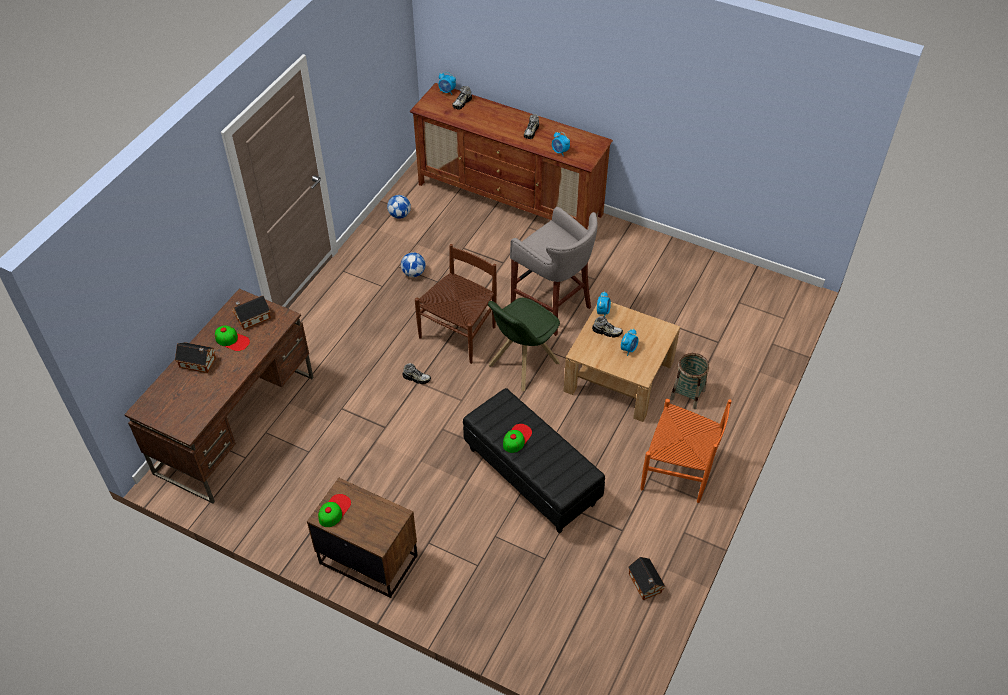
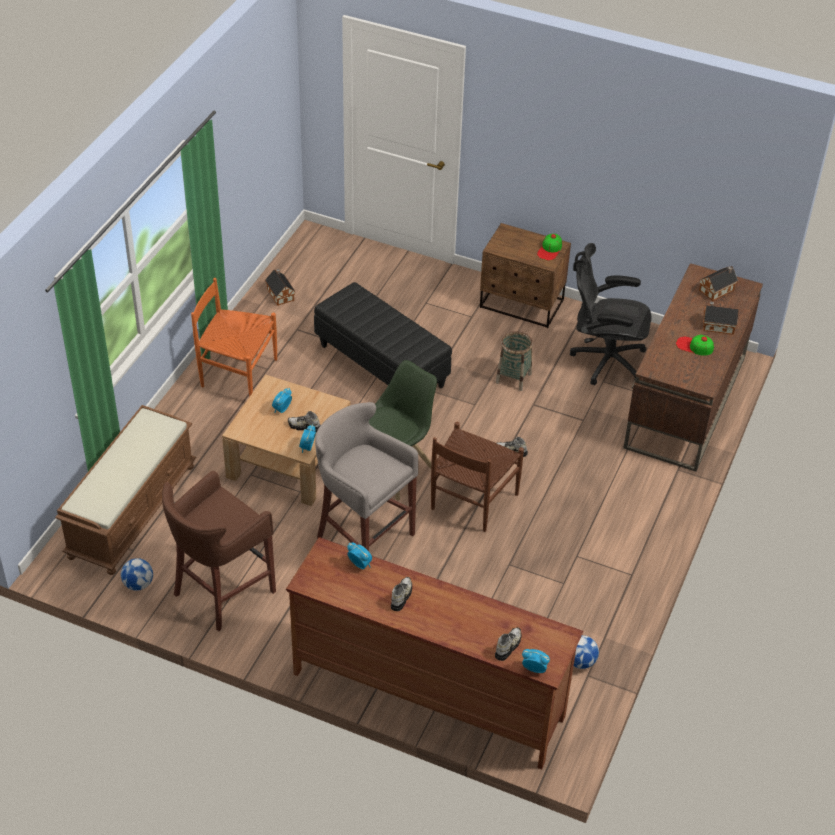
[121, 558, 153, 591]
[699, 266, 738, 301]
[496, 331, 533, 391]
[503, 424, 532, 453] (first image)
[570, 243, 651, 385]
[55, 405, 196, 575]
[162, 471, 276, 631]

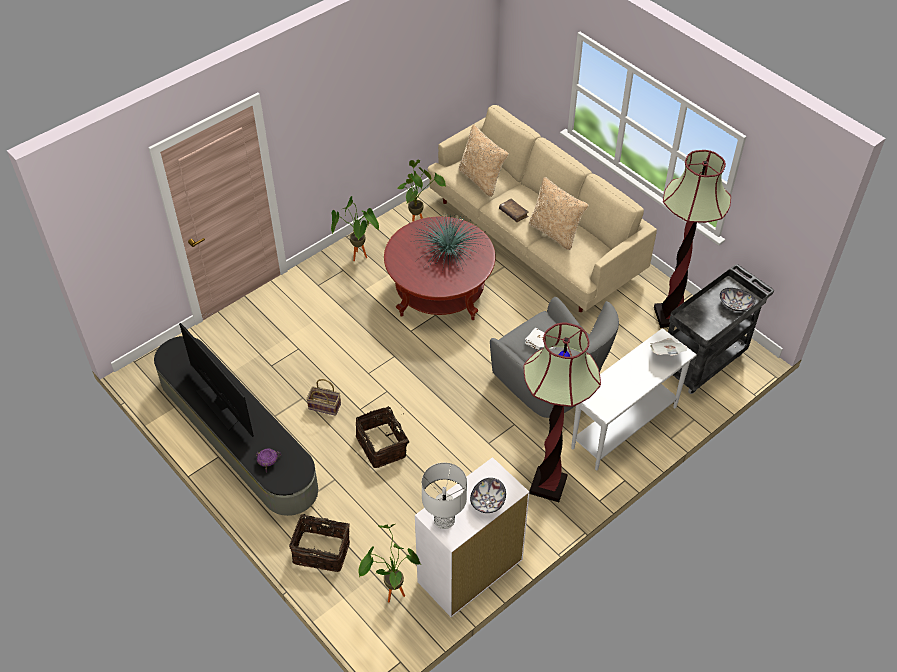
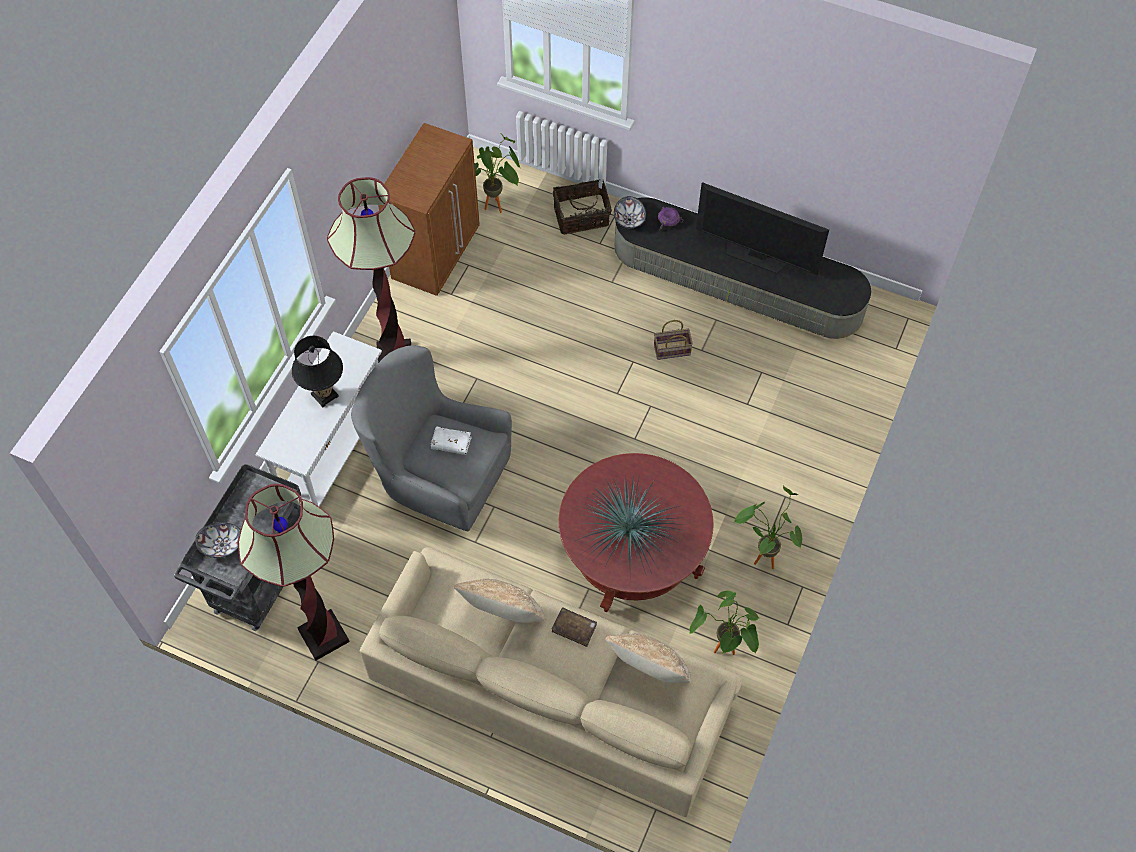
[650, 338, 687, 356] (first image)
[356, 406, 409, 468] (first image)
[378, 123, 480, 296]
[422, 463, 467, 529] (first image)
[614, 196, 647, 229]
[292, 336, 343, 408]

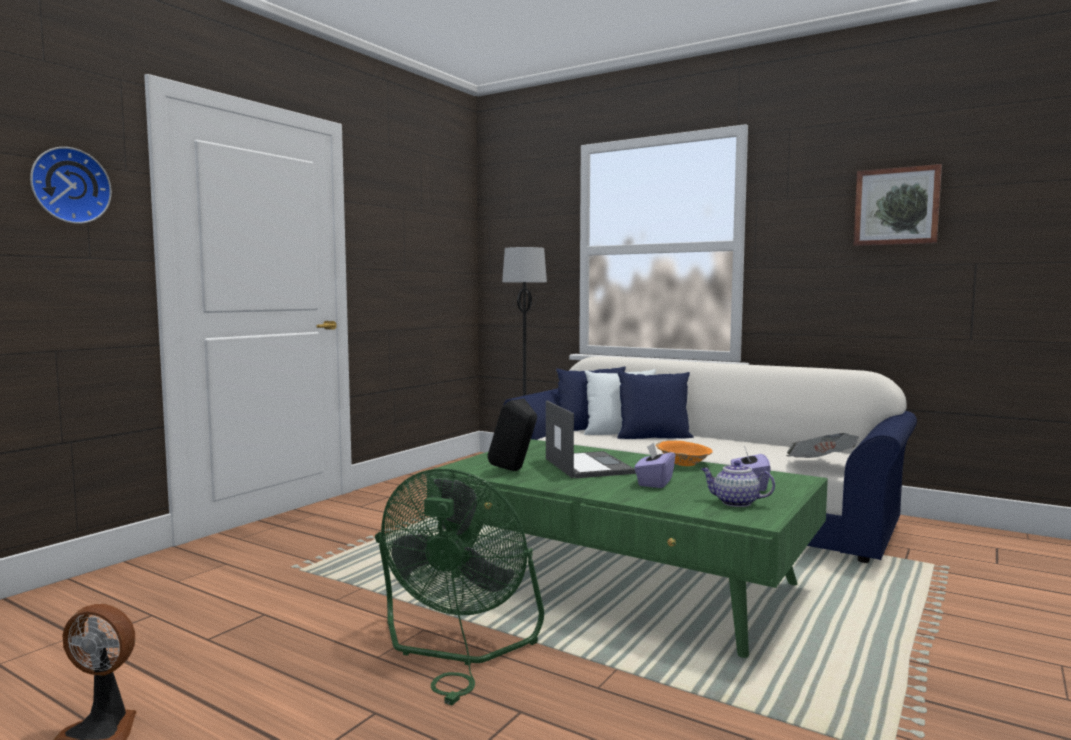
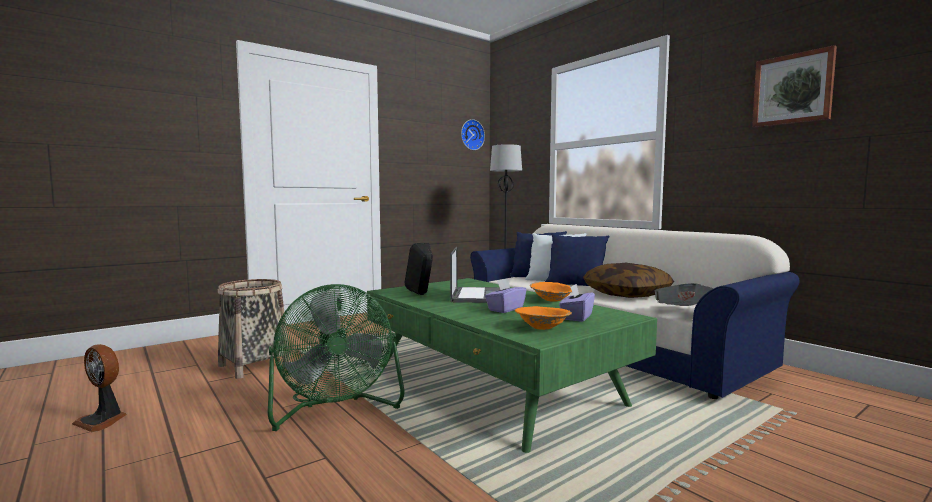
[461, 119, 485, 150]
[515, 306, 572, 330]
[268, 284, 404, 431]
[583, 263, 674, 298]
[217, 279, 290, 379]

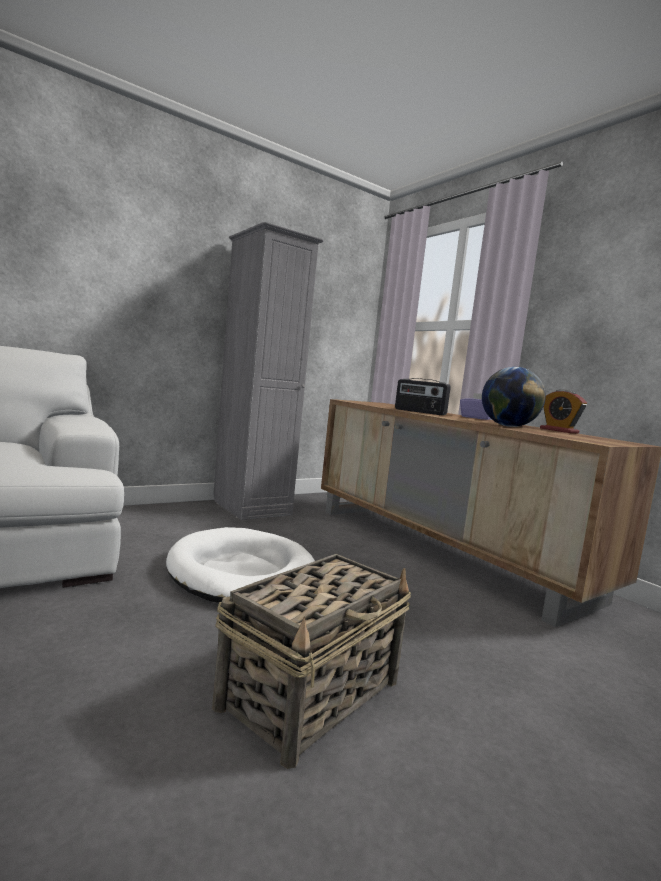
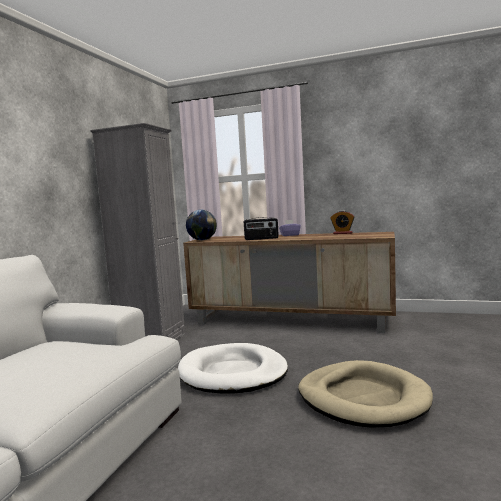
[186, 210, 217, 240]
[298, 360, 433, 428]

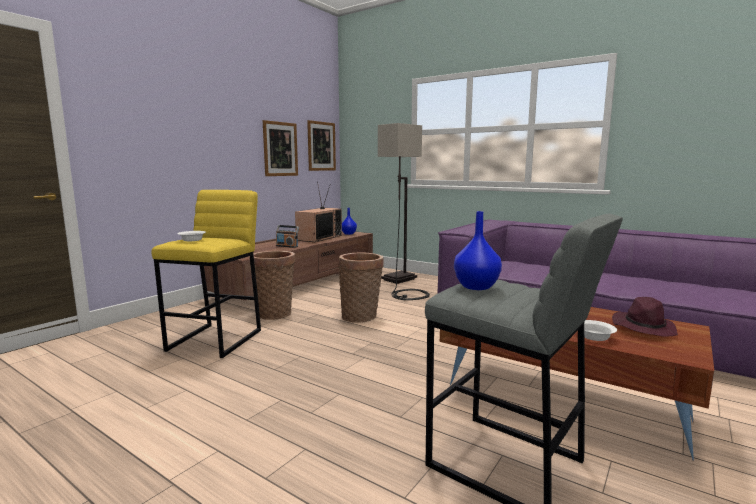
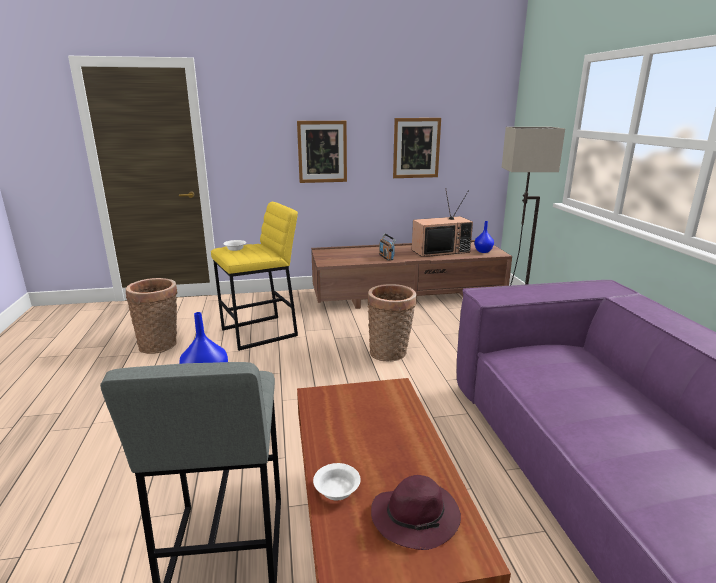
[297, 121, 347, 183]
[126, 278, 178, 354]

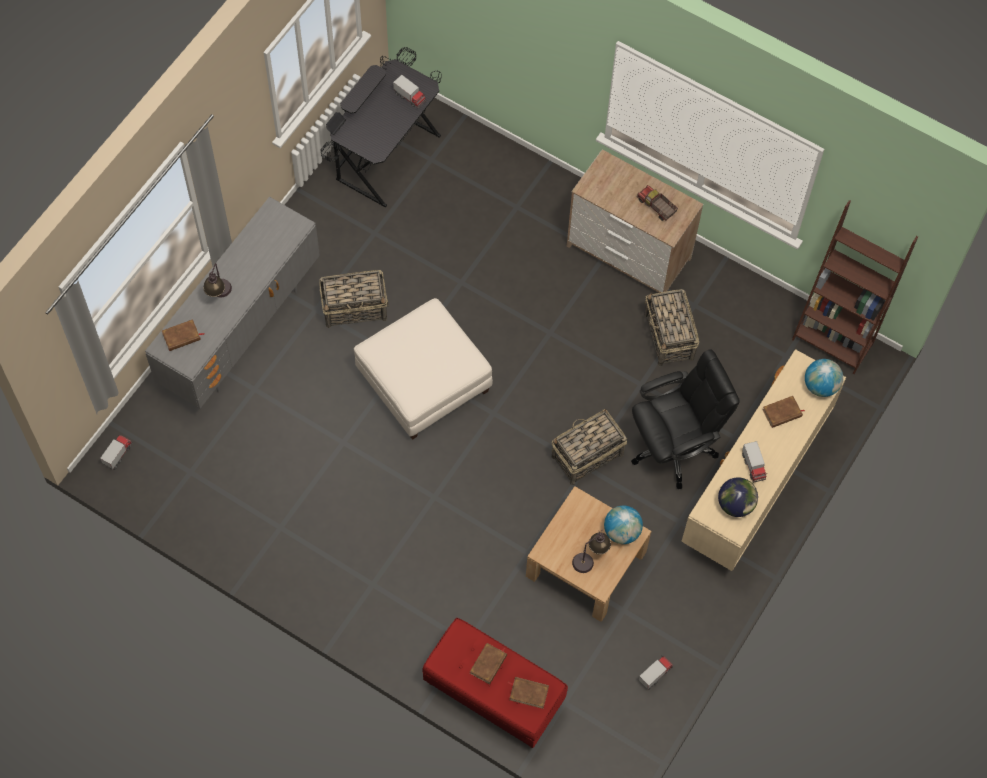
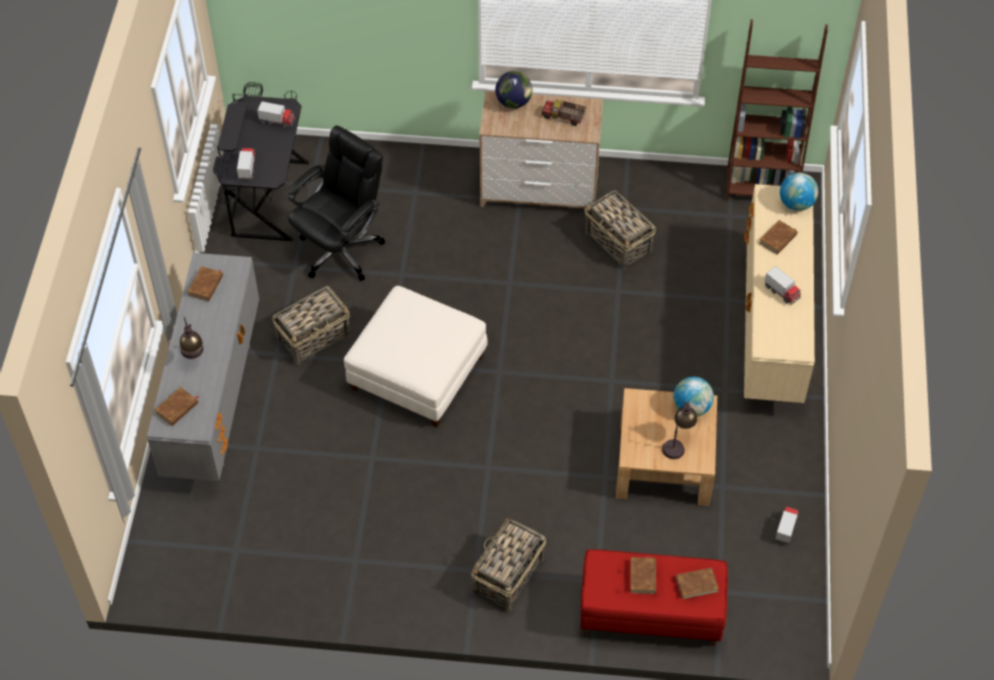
[288, 126, 385, 281]
[471, 517, 546, 612]
[237, 148, 256, 180]
[495, 71, 532, 109]
[187, 266, 223, 301]

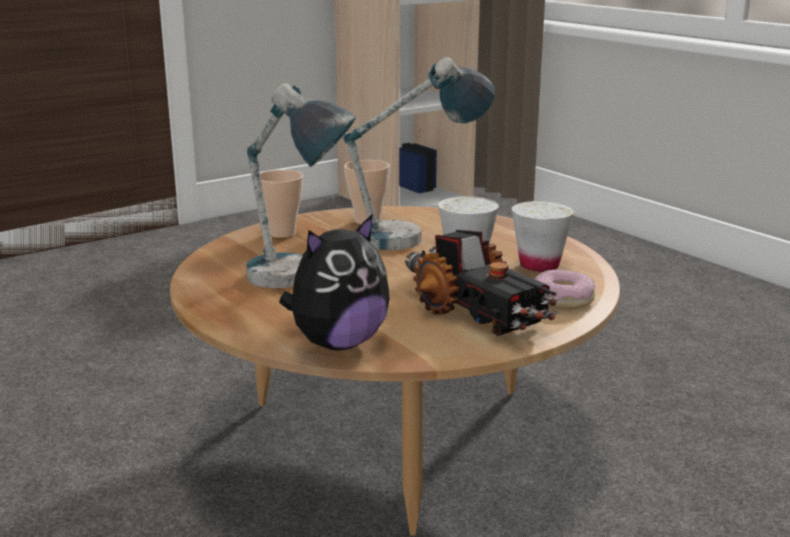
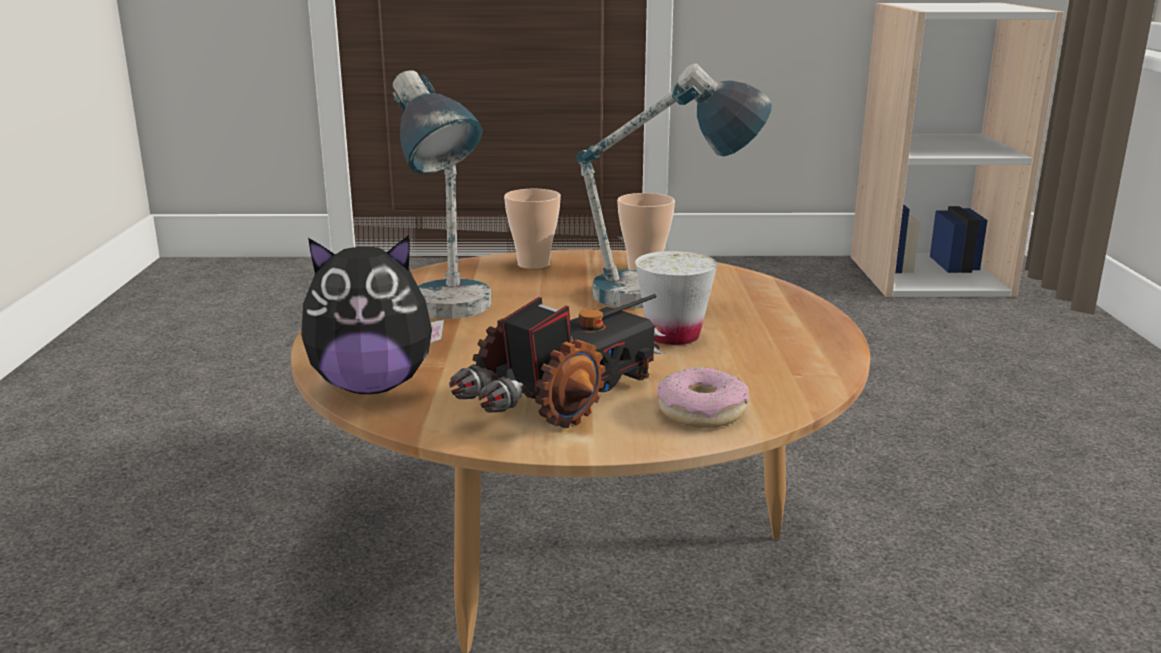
[512, 201, 574, 272] (first image)
[449, 294, 666, 428]

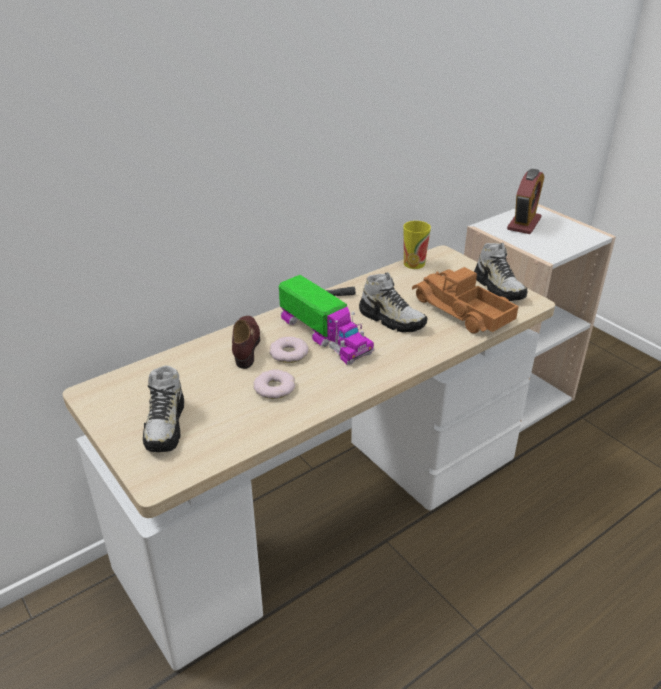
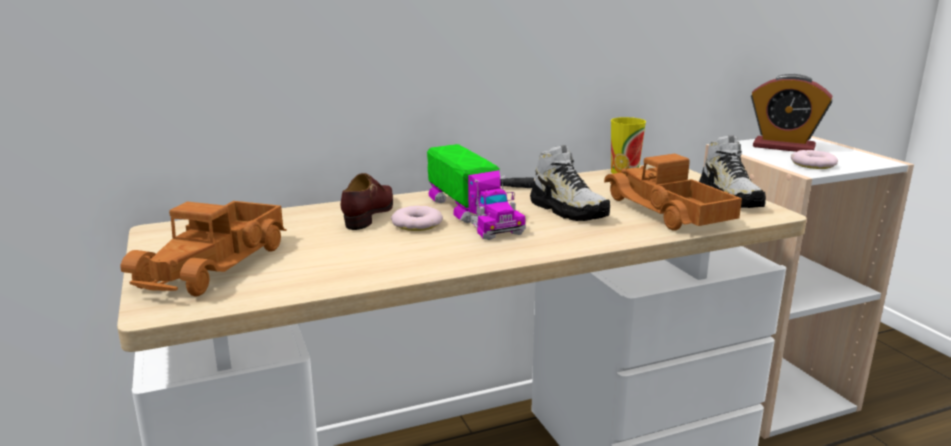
[751, 74, 833, 152]
[121, 201, 287, 297]
[791, 150, 838, 169]

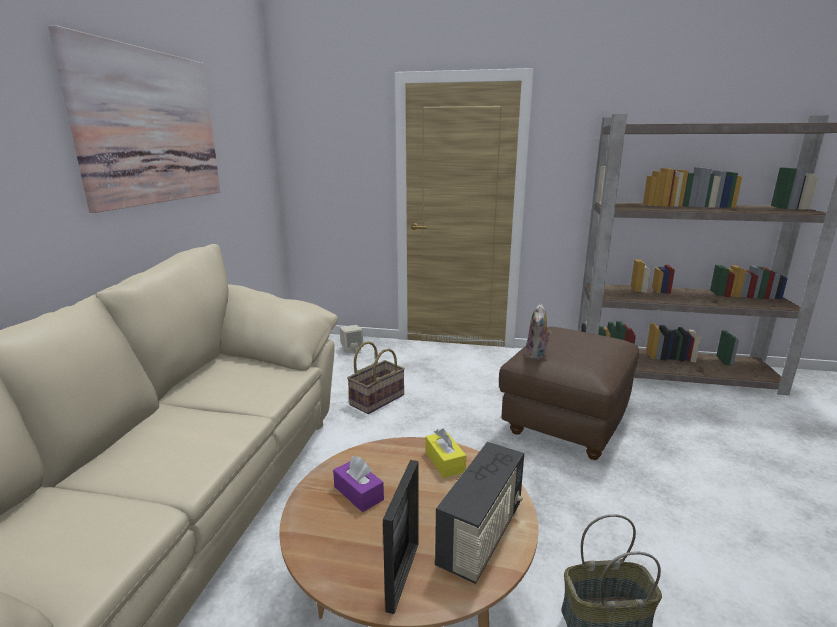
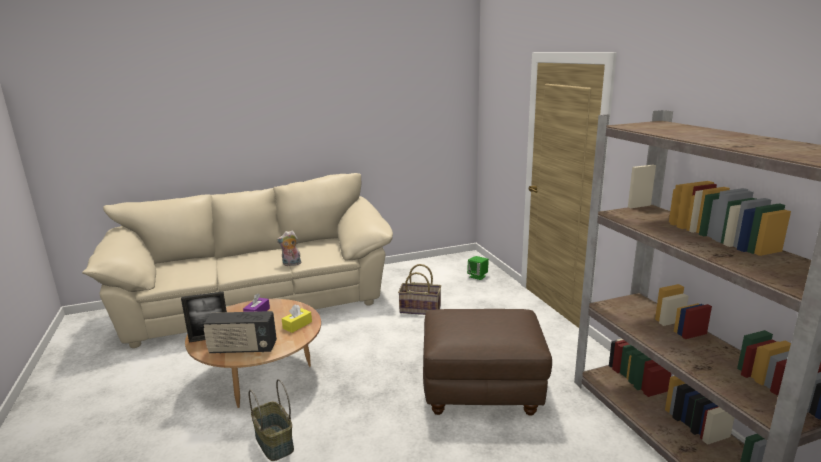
[48, 25, 220, 213] (first image)
[277, 230, 301, 266]
[467, 256, 489, 280]

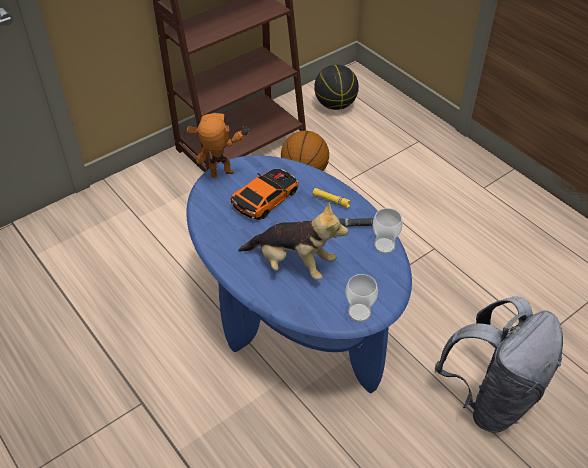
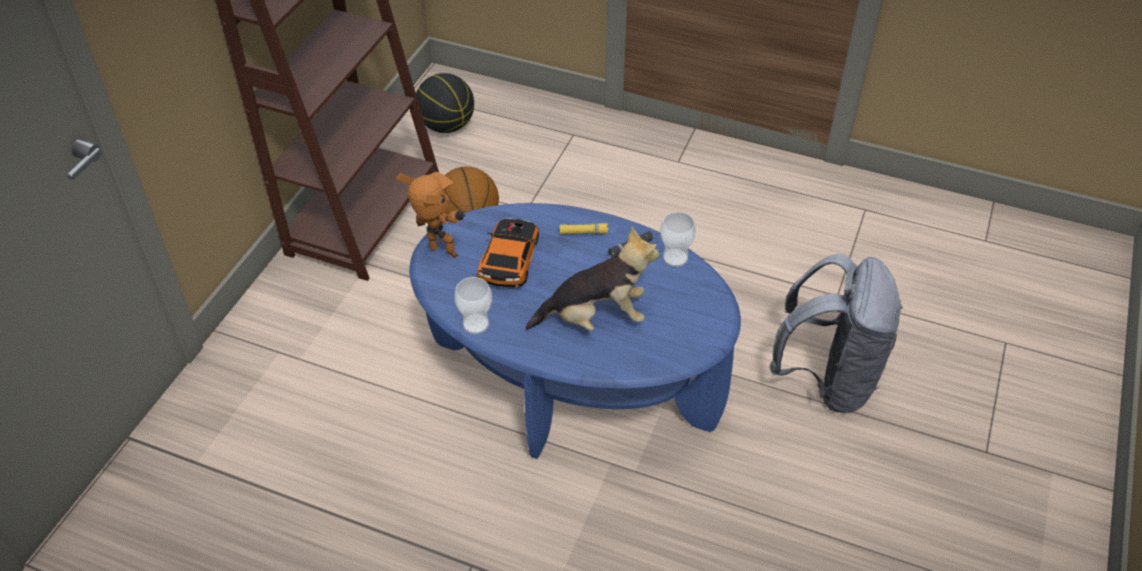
[396, 172, 466, 258]
[454, 277, 492, 334]

